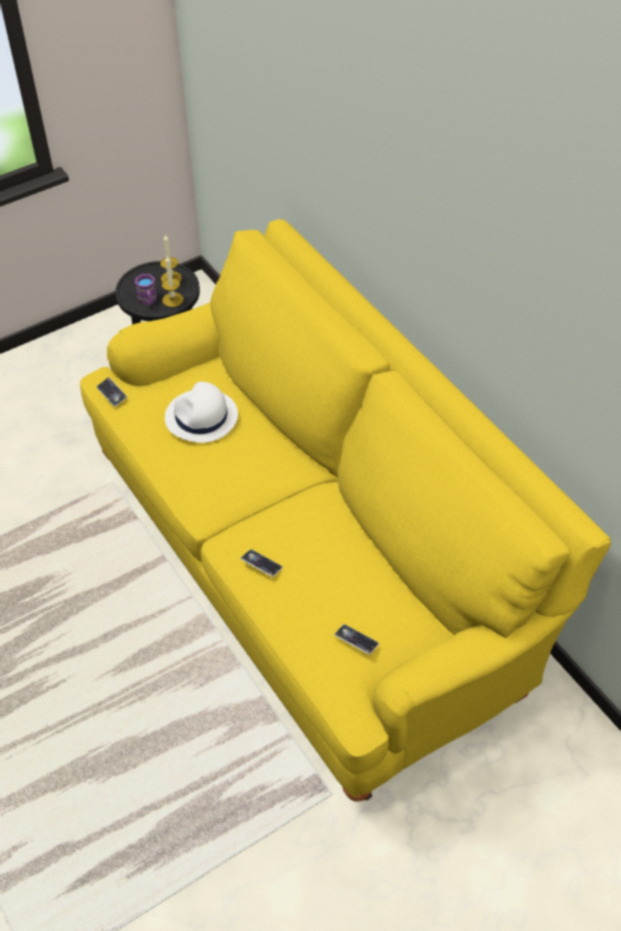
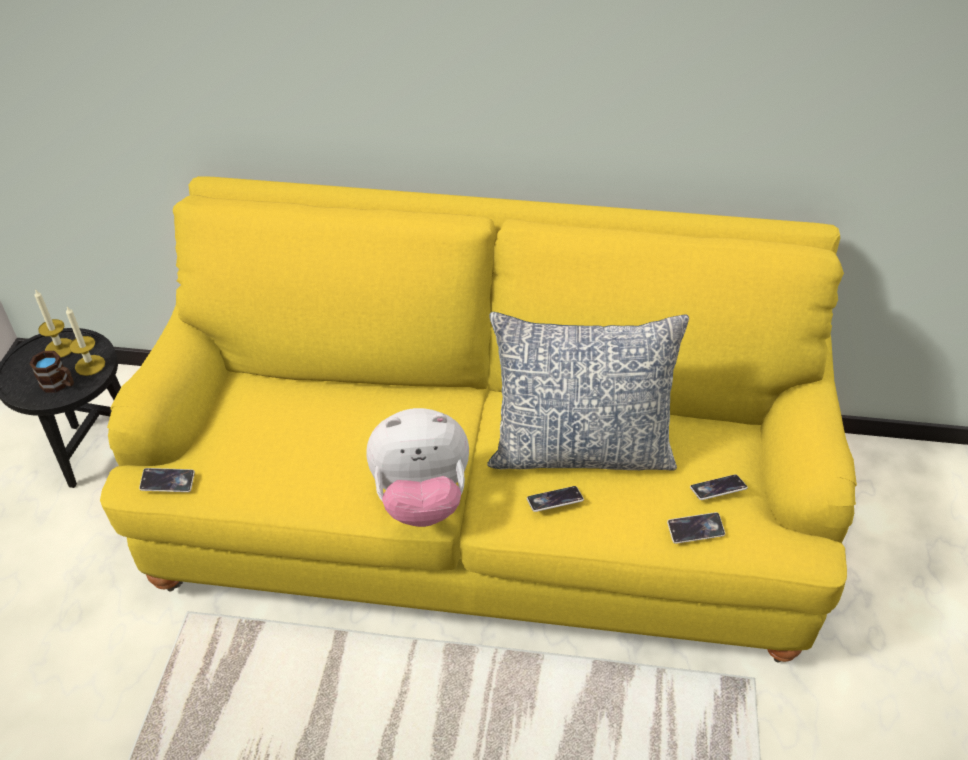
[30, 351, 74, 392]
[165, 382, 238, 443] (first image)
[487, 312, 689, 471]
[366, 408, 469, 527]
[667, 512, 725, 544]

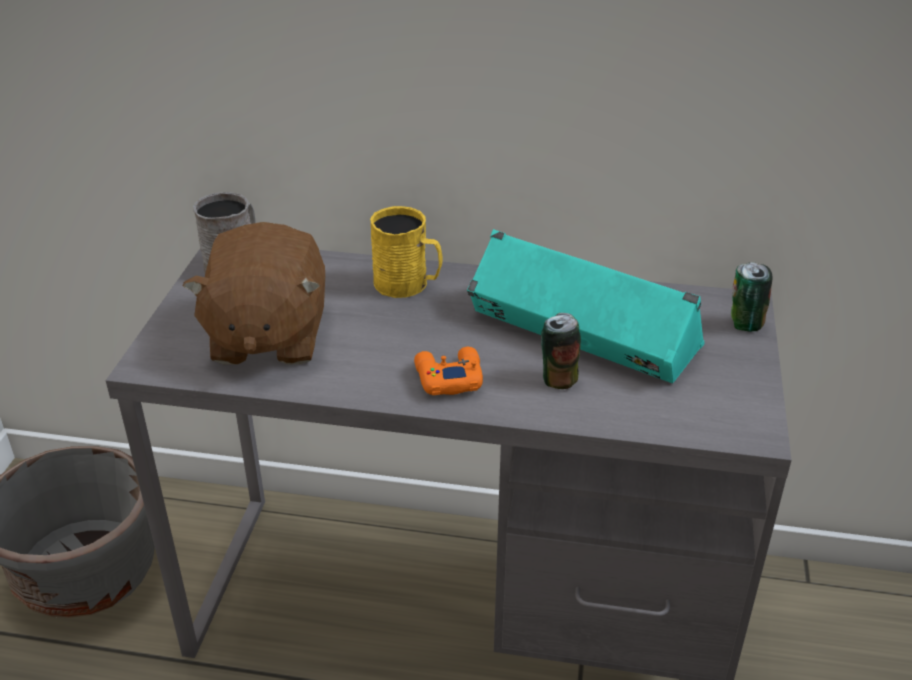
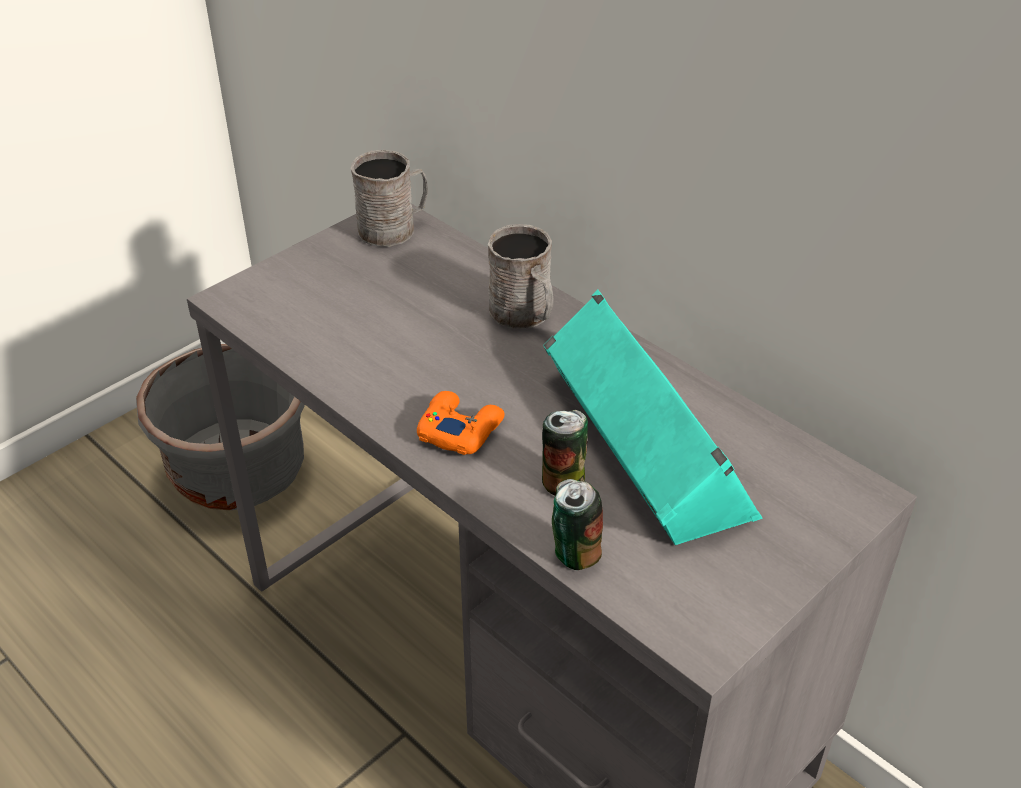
[488, 224, 553, 329]
[182, 222, 325, 365] (first image)
[552, 479, 603, 570]

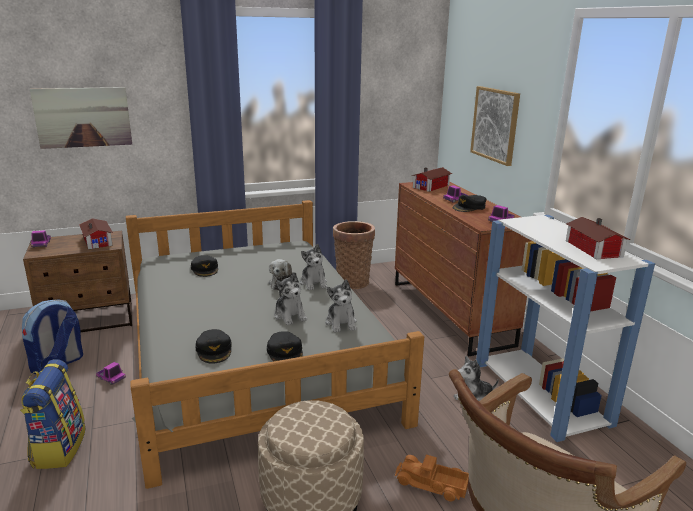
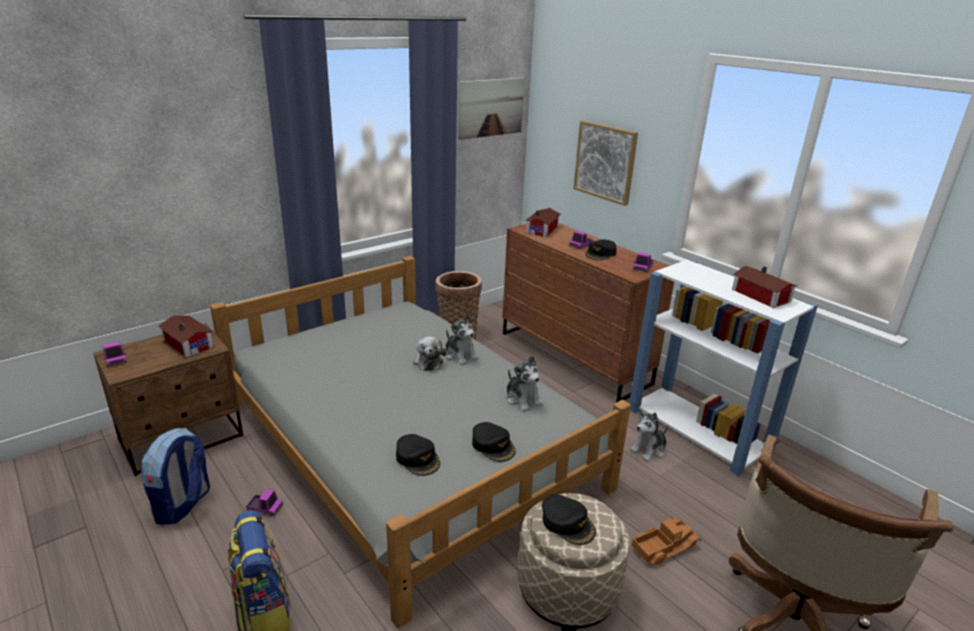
[458, 78, 524, 140]
[542, 494, 596, 545]
[274, 272, 307, 325] (first image)
[631, 517, 701, 565]

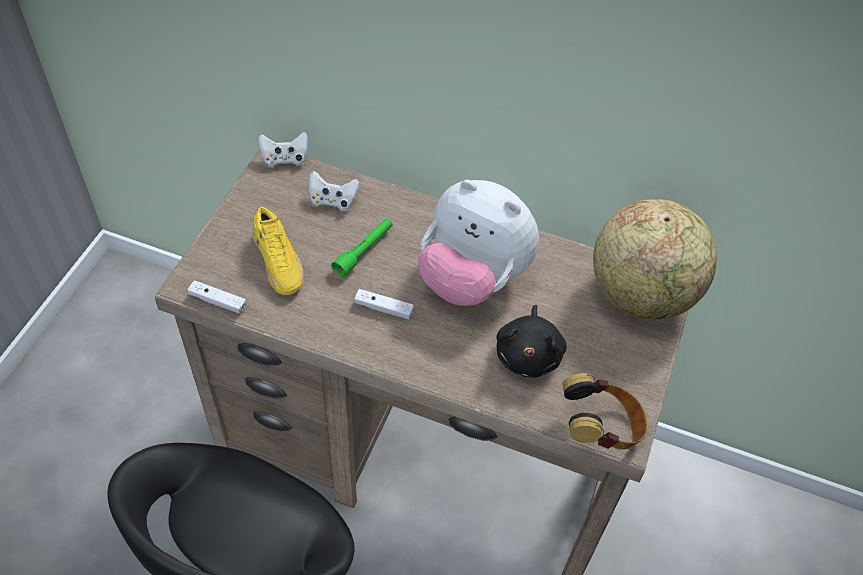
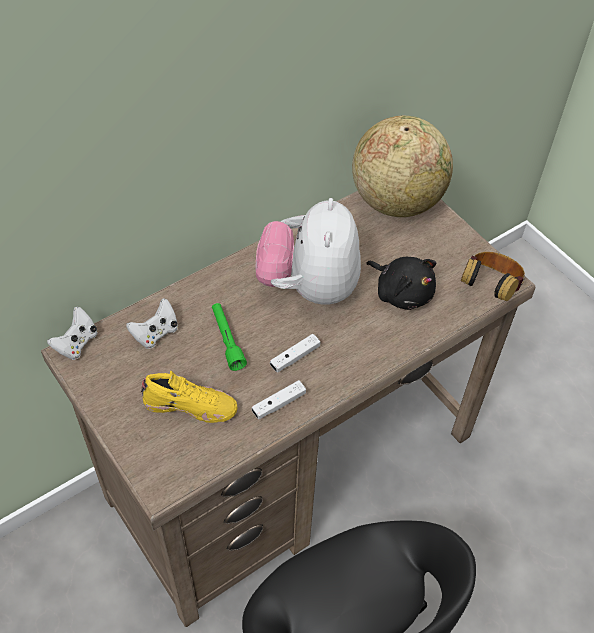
[256, 198, 361, 305]
[252, 380, 306, 420]

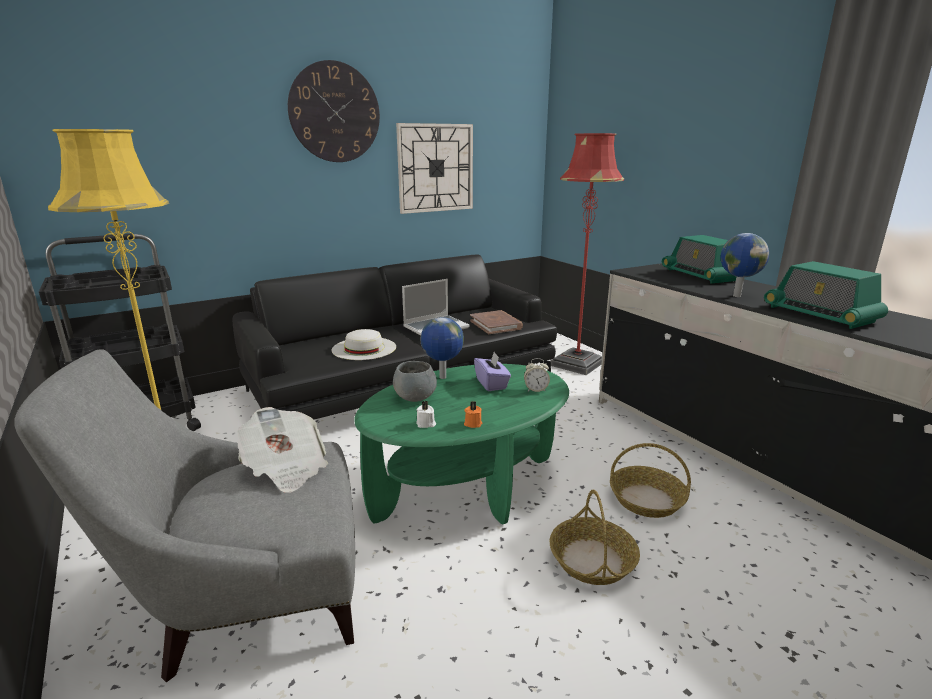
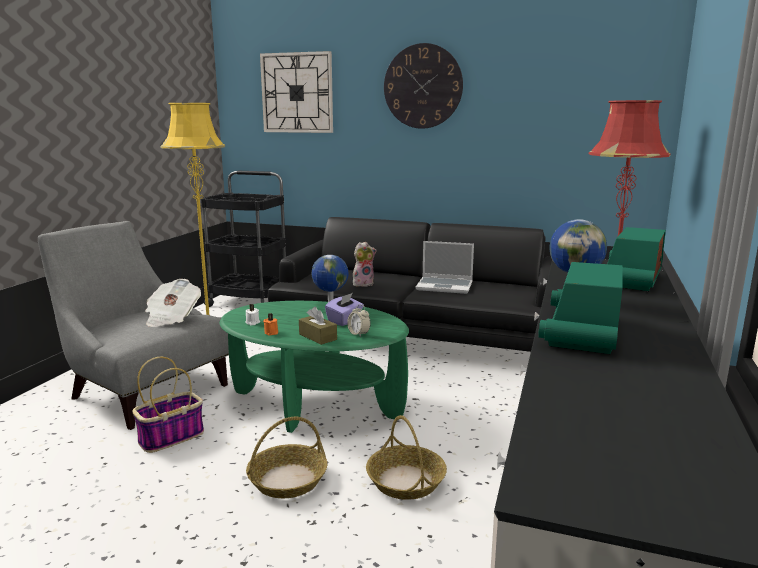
[260, 51, 333, 133]
[470, 310, 523, 334] (first image)
[353, 242, 377, 287]
[393, 361, 437, 402] (first image)
[299, 307, 337, 345]
[132, 357, 204, 453]

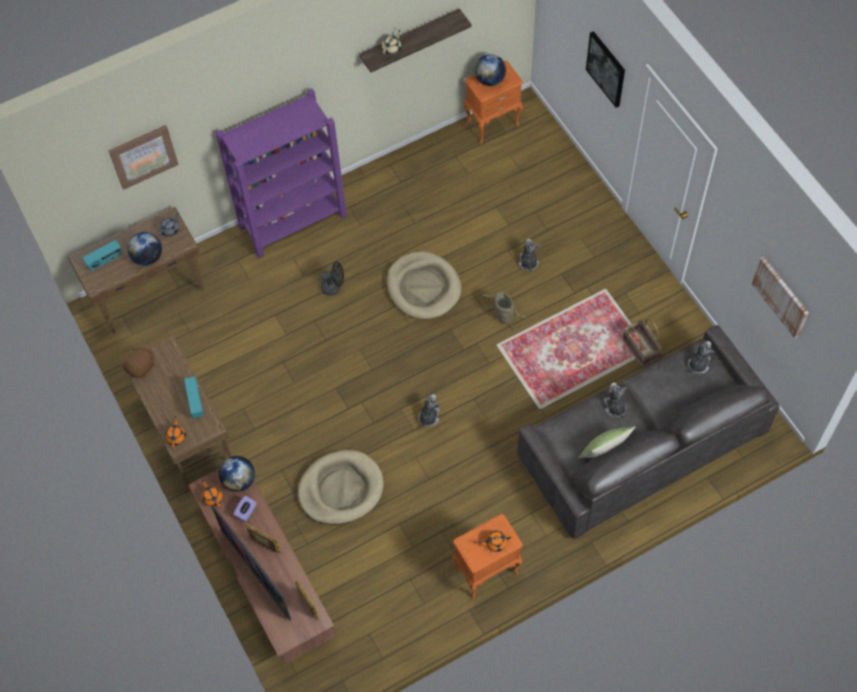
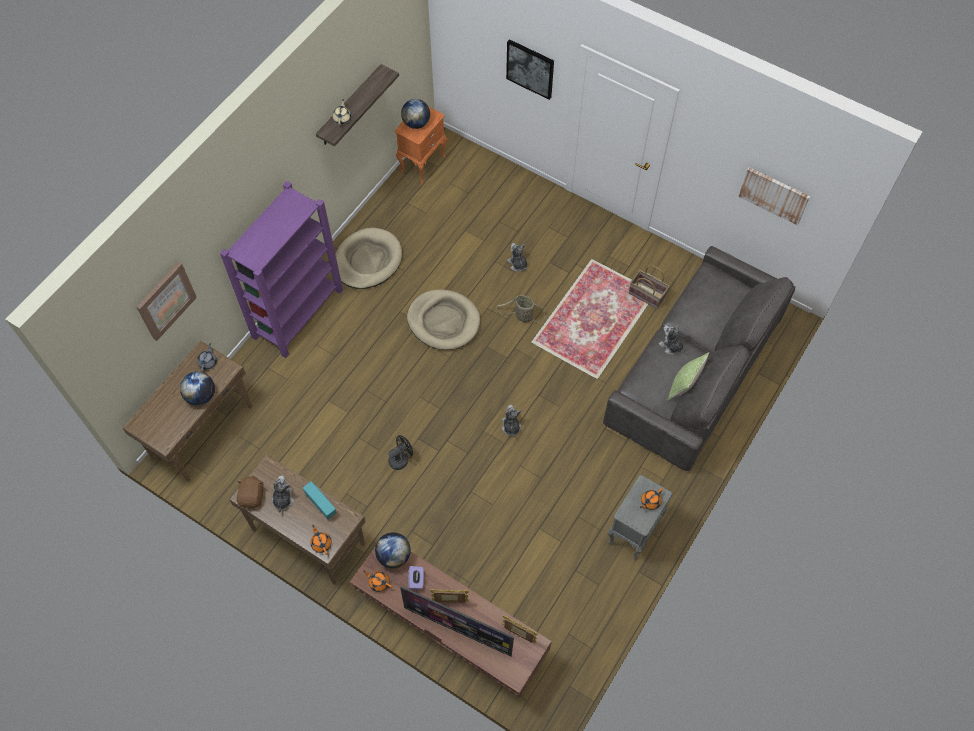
[82, 240, 122, 271] (first image)
[388, 435, 413, 470]
[272, 475, 294, 512]
[335, 228, 402, 289]
[607, 475, 672, 561]

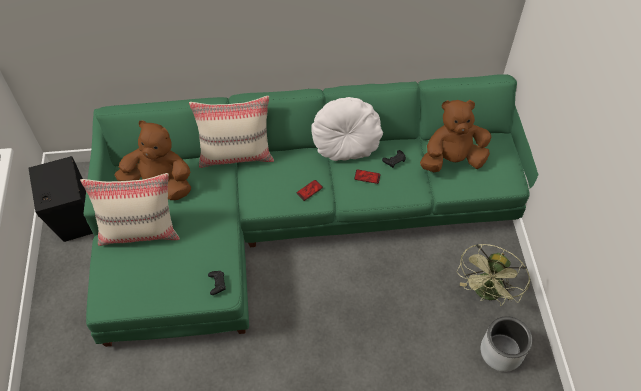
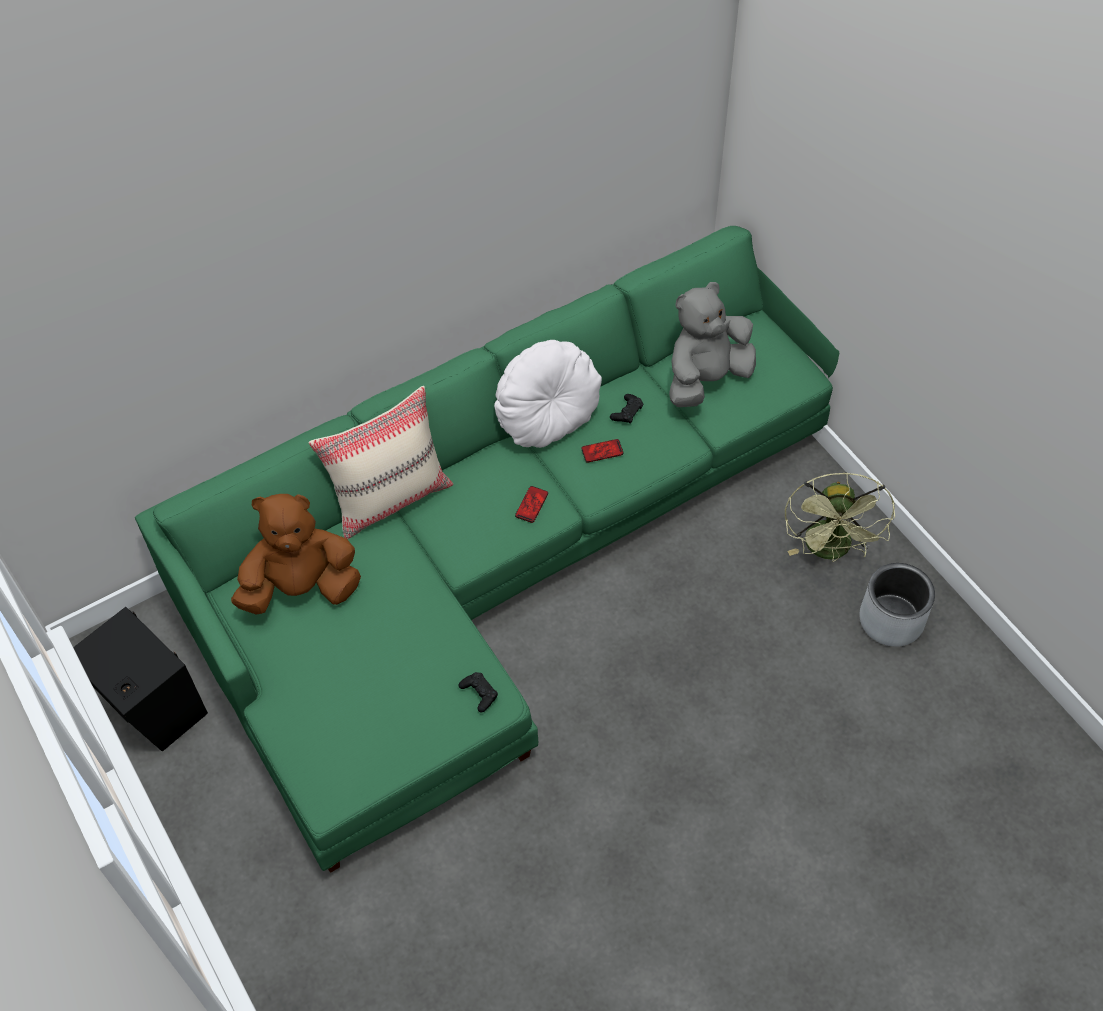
[669, 282, 756, 407]
[80, 173, 180, 246] (first image)

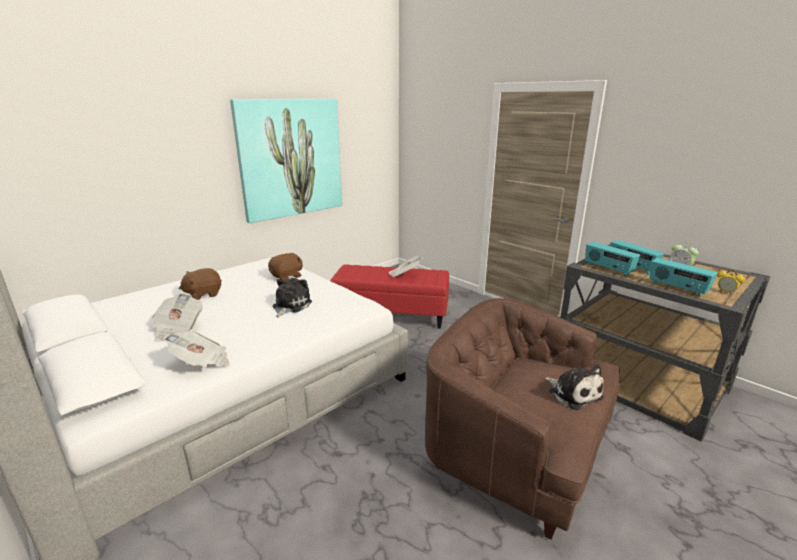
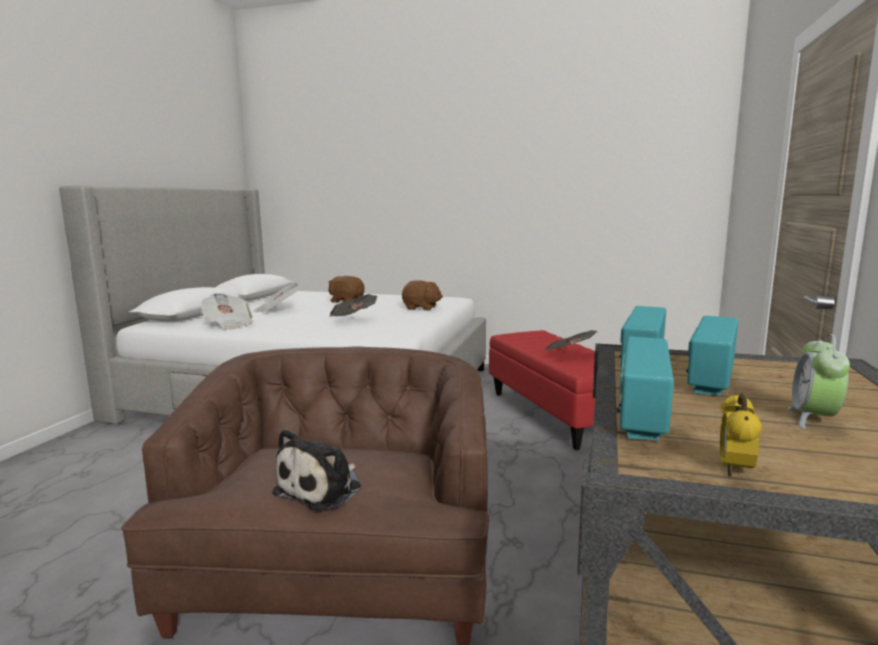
[230, 99, 342, 223] (first image)
[330, 294, 378, 317]

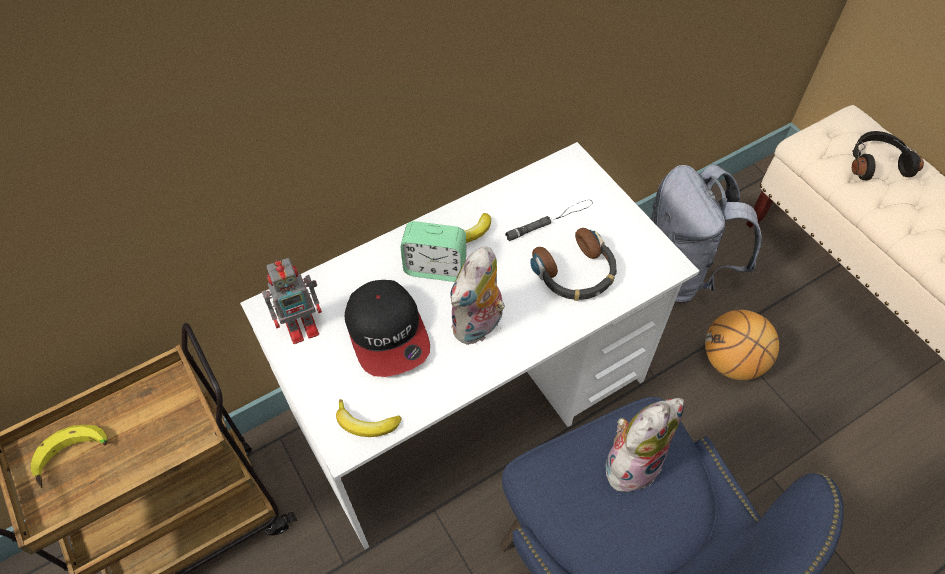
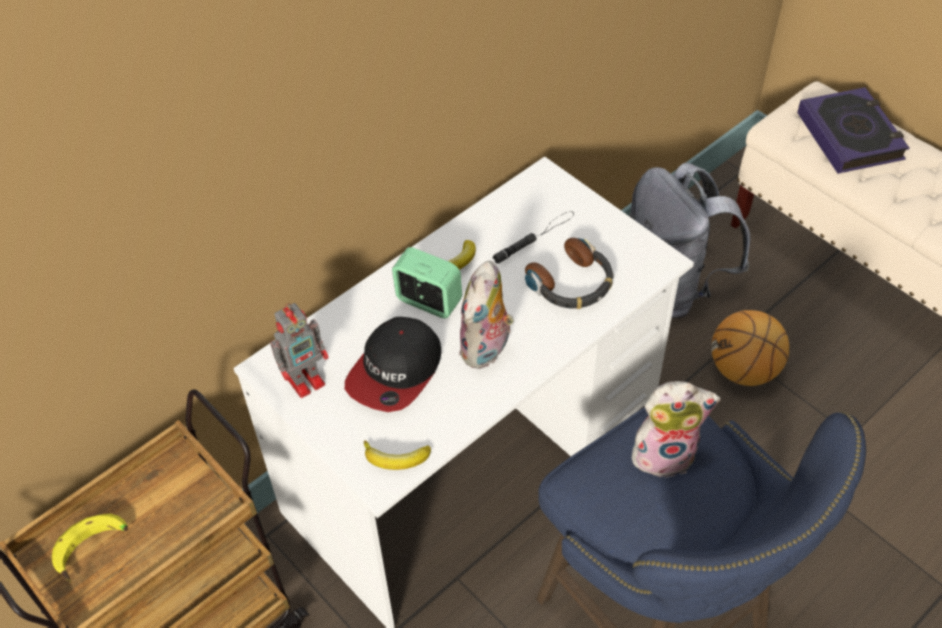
[797, 87, 910, 174]
[392, 247, 462, 318]
[345, 317, 441, 412]
[632, 381, 721, 479]

